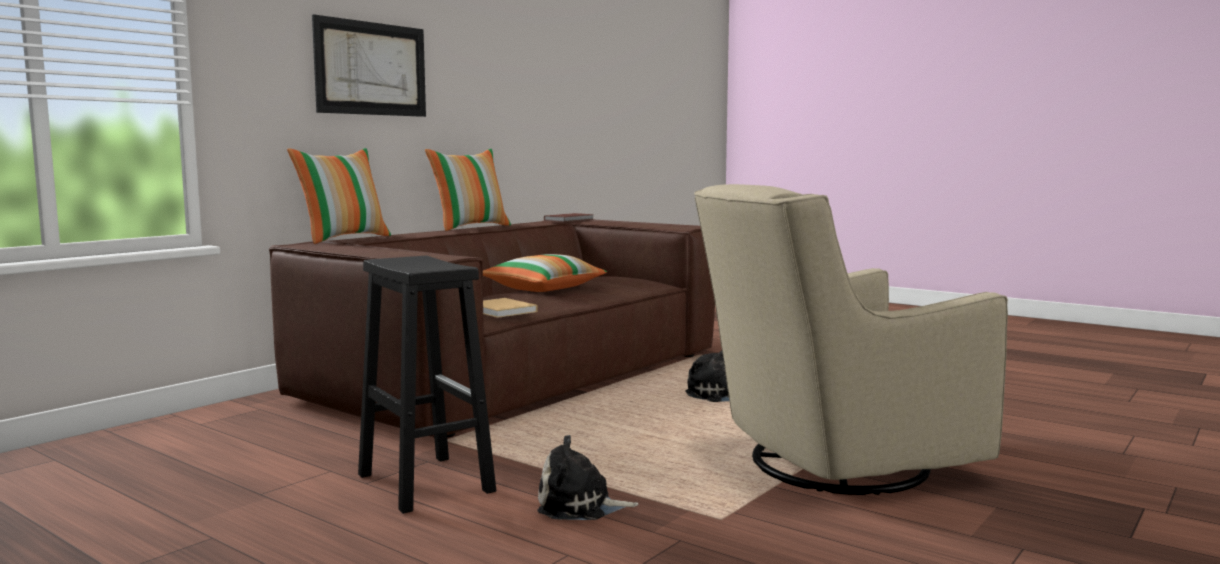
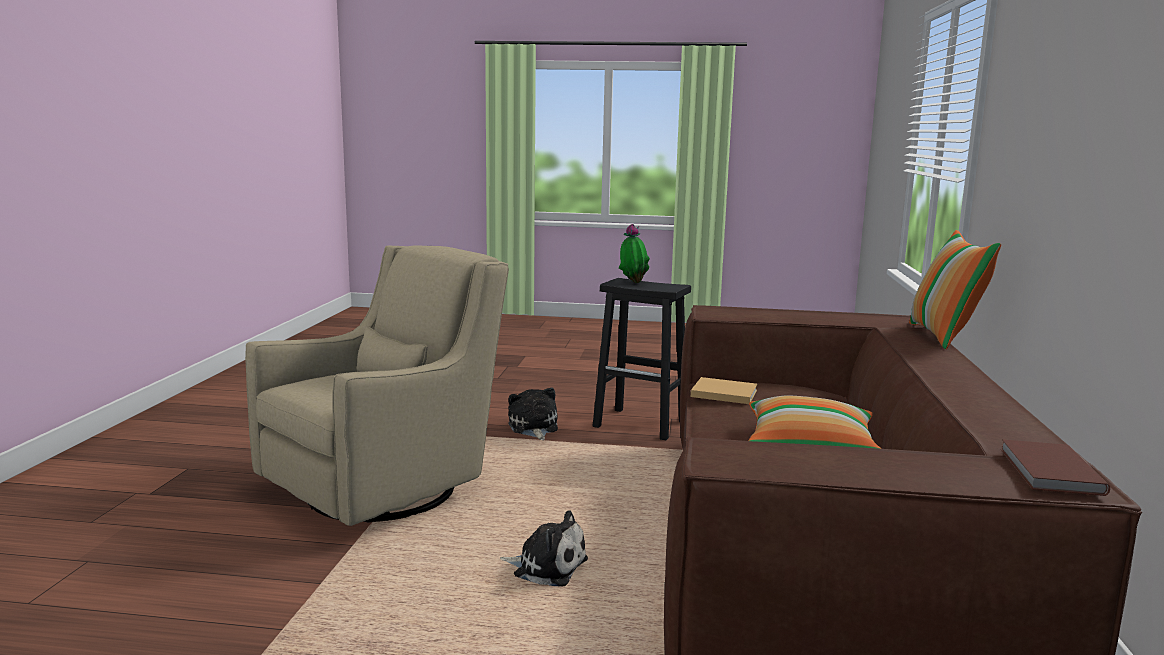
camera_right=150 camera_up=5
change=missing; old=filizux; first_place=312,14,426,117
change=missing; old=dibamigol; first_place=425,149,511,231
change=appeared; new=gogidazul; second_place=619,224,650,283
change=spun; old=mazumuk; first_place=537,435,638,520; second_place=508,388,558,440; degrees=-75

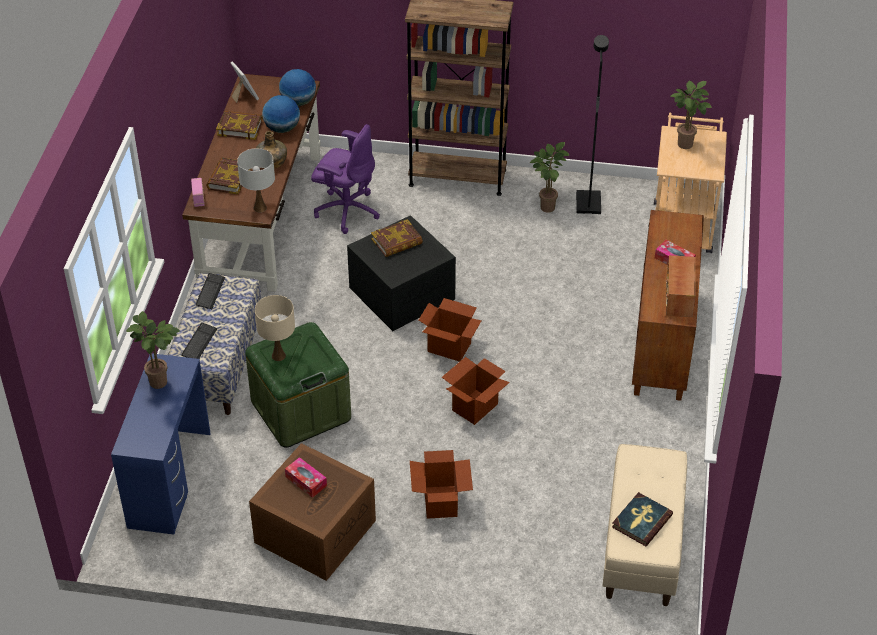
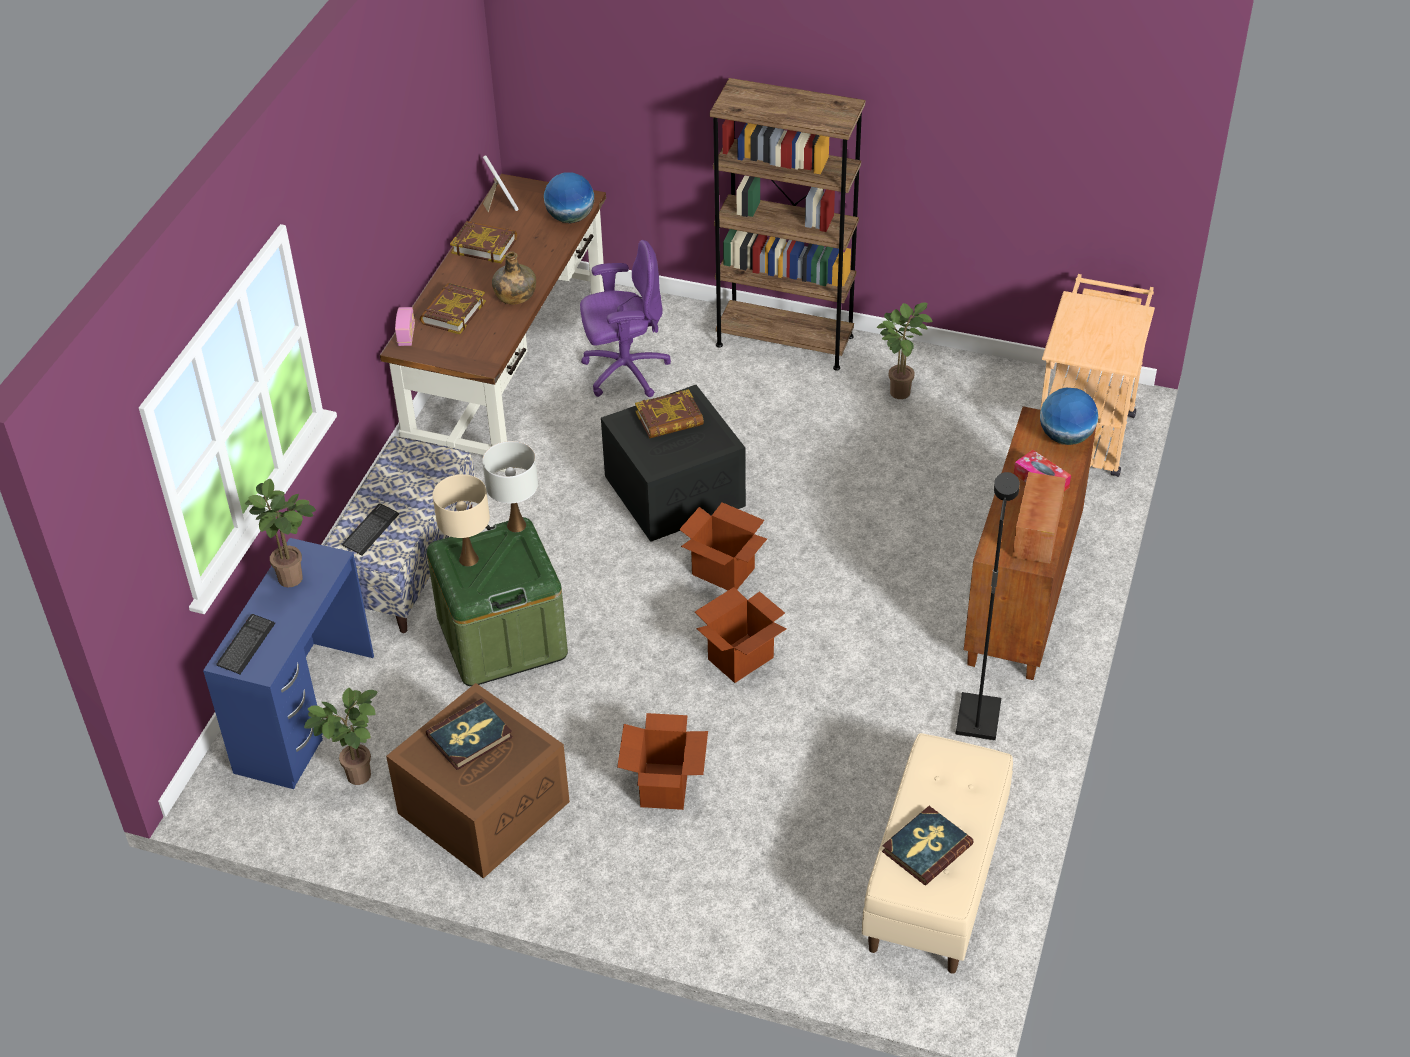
camera_right=10 camera_up=0
change=relocated; old=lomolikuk; first_place=196,273,225,309; second_place=216,614,275,674
change=relocated; old=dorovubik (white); first_place=237,148,275,213; second_place=482,441,538,532
change=relocated; old=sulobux; first_place=262,95,300,133; second_place=1040,388,1098,445
change=relocated; old=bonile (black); first_place=576,35,609,214; second_place=956,472,1020,740
change=relocated; old=gogidazul; first_place=671,81,712,149; second_place=304,688,377,785
change=exchanged; old=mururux; new=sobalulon; first_place=285,457,327,498; second_place=426,699,513,770
change=spun; old=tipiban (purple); first_place=311,124,380,234; second_place=580,240,671,397; degrees=-45

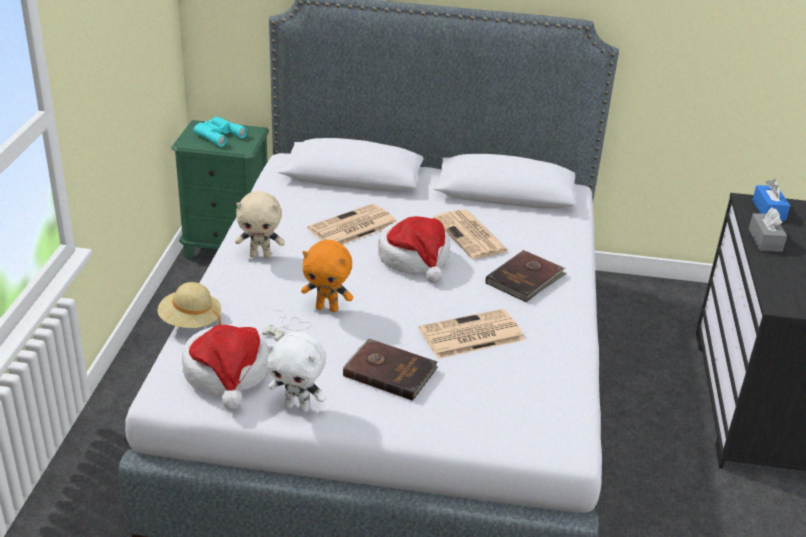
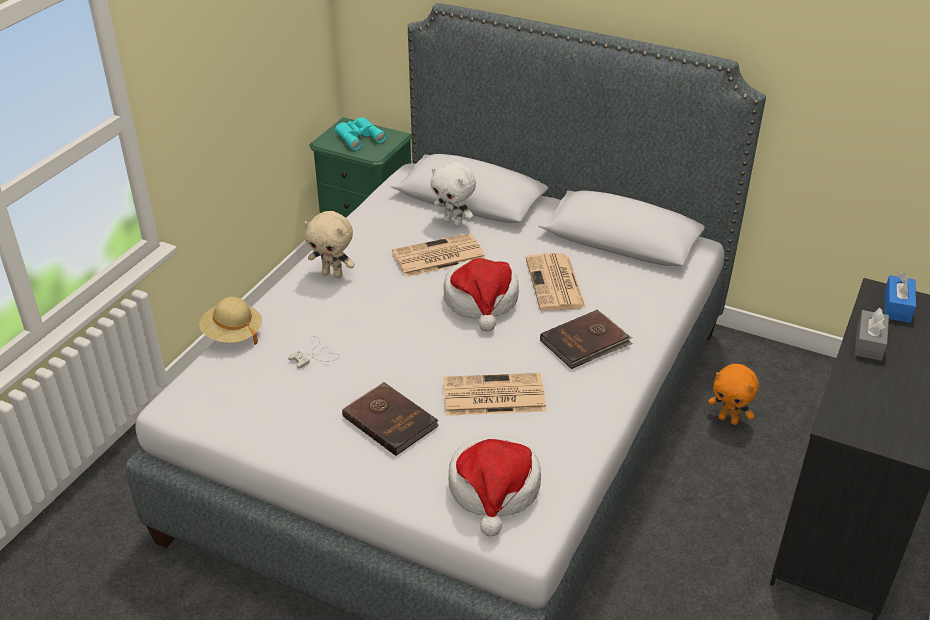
camera_right=20 camera_up=5
change=relocated; old=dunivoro; first_place=182,324,269,410; second_place=448,435,541,536
change=relocated; old=mazumuk (white); first_place=267,332,326,413; second_place=430,162,476,227
change=relocated; old=mazumuk (orange); first_place=301,240,353,312; second_place=708,364,759,425

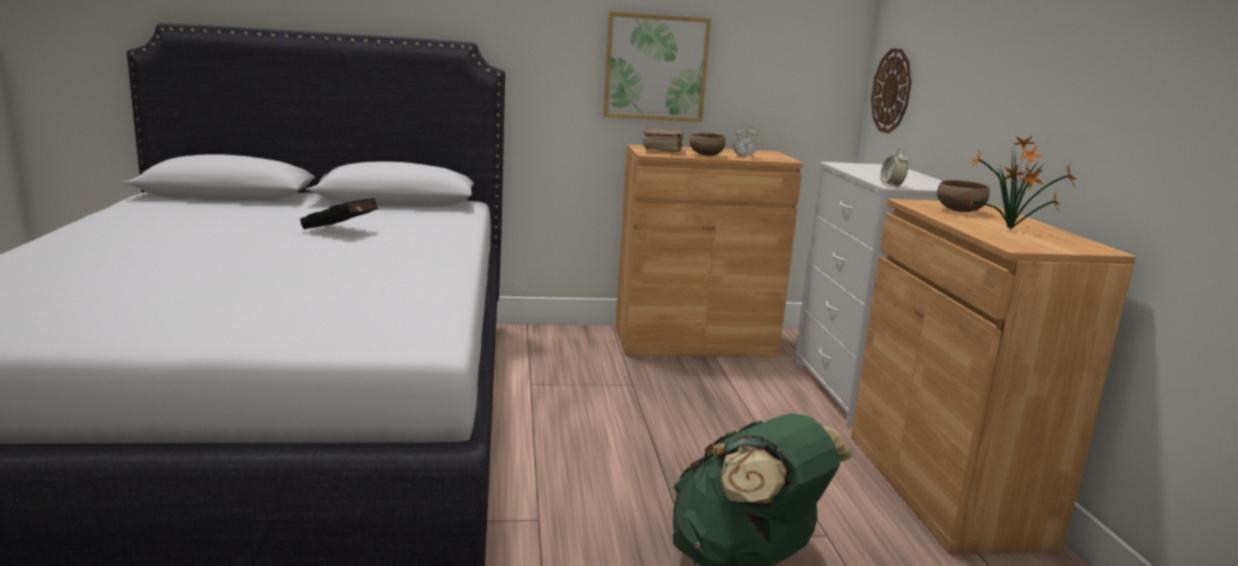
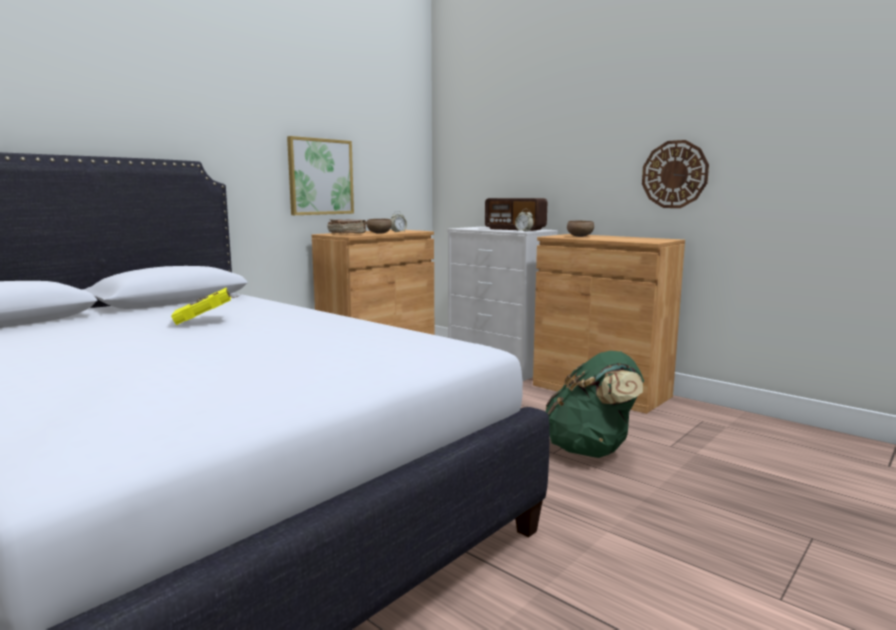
camera_right=-40 camera_up=-5
change=missing; old=gogidazul; first_place=969,136,1077,230
change=appeared; new=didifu; second_place=485,198,547,231
change=relocated; old=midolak; first_place=871,48,912,134; second_place=642,140,709,208
change=colour; old=sobalulon (black); new=sobalulon (yellow); first_place=300,198,379,229; second_place=171,287,240,325

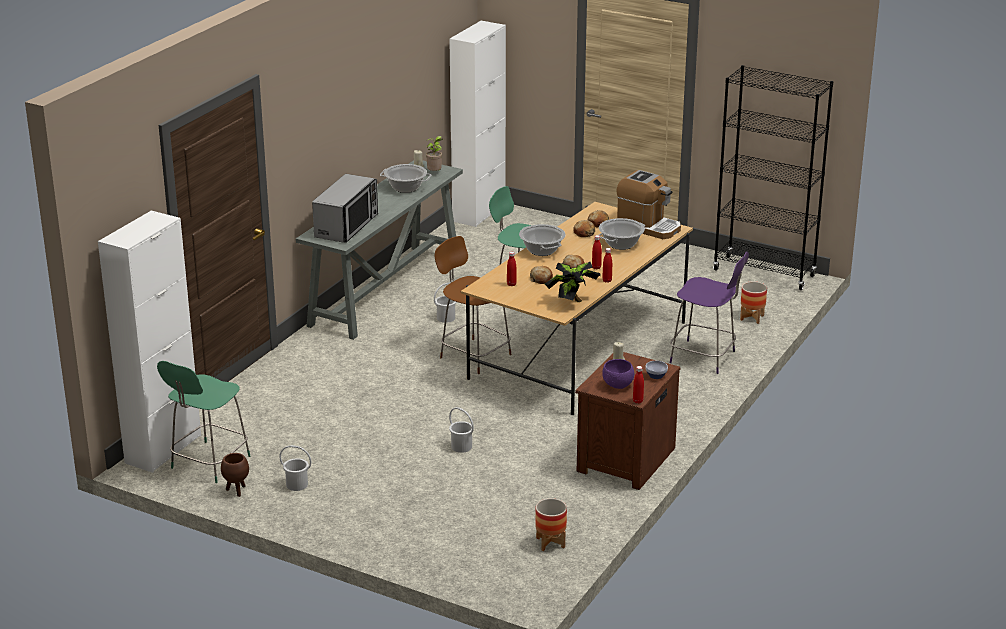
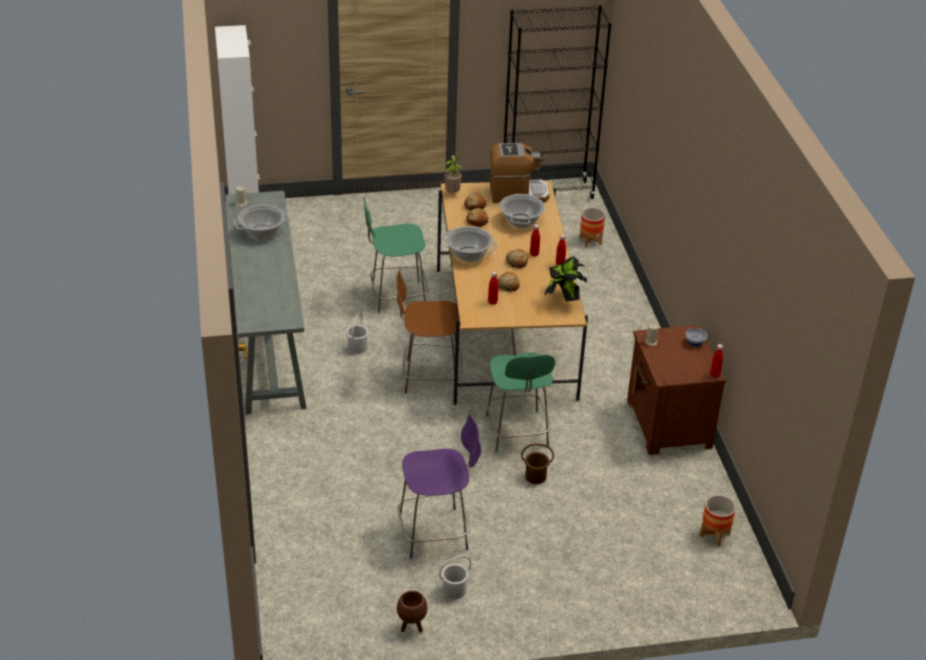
camera_right=-40 camera_up=10
change=missing; old=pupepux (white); first_place=98,211,201,473
change=missing; old=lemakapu; first_place=312,174,378,243
change=missing; old=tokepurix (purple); first_place=602,359,634,389
change=relocated; old=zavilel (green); first_place=157,361,250,483; second_place=485,353,555,452
change=relocated; old=gogidazul; first_place=426,136,443,171; second_place=445,155,462,193
change=relocated; old=zavilel (purple); first_place=670,252,749,374; second_place=397,414,481,558
change=colour; old=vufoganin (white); new=vufoganin (brown); first_place=449,407,474,453; second_place=521,443,554,484

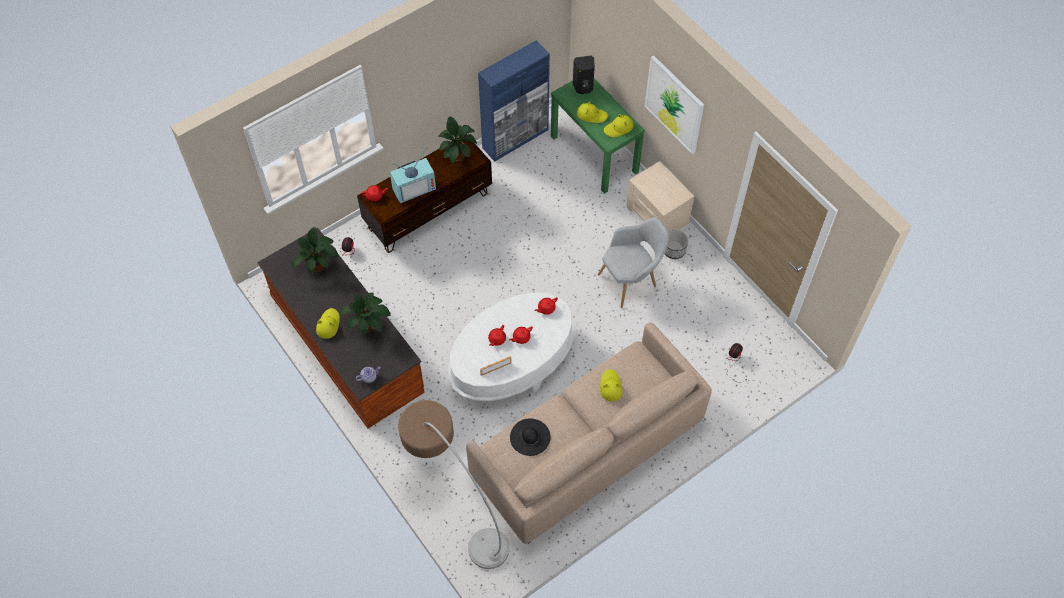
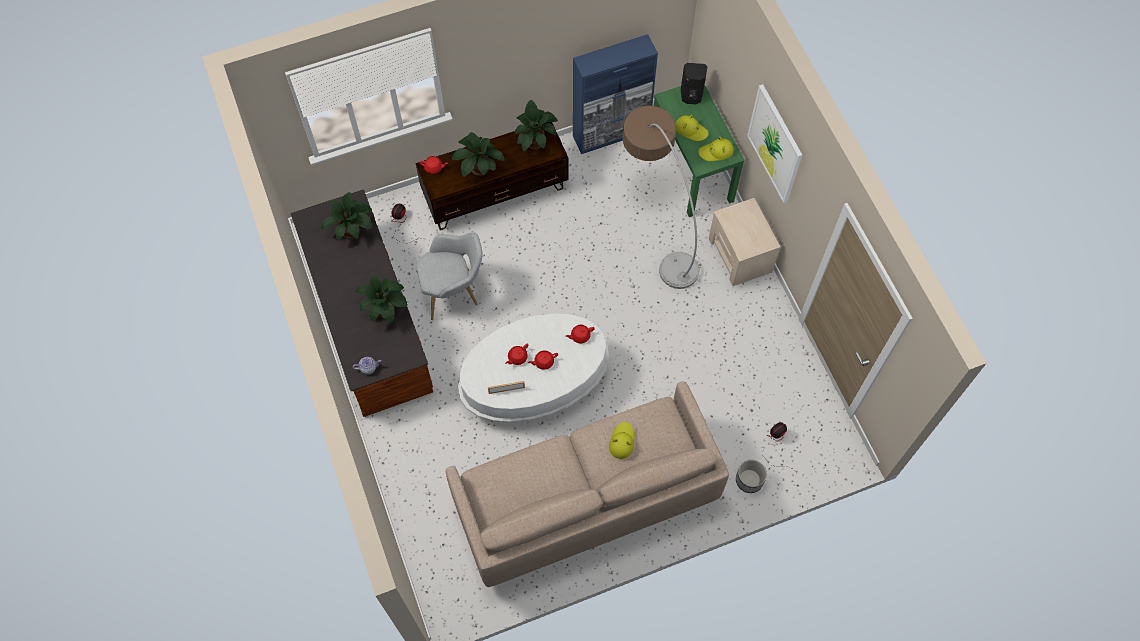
camera_right=15 camera_up=5
change=missing; old=dunivoro (yellow); first_place=316,308,340,339
change=missing; old=dunivoro (black); first_place=510,418,551,456
change=relocated; old=bonile; first_place=398,400,510,569; second_place=623,106,700,289
change=relocated; old=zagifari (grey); first_place=598,217,669,308; second_place=416,232,483,320
change=relocated; old=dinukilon; first_place=665,230,688,259; second_place=736,460,767,493
change=exchanged; old=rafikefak; new=gogidazul; first_place=390,147,436,203; second_place=452,132,505,177

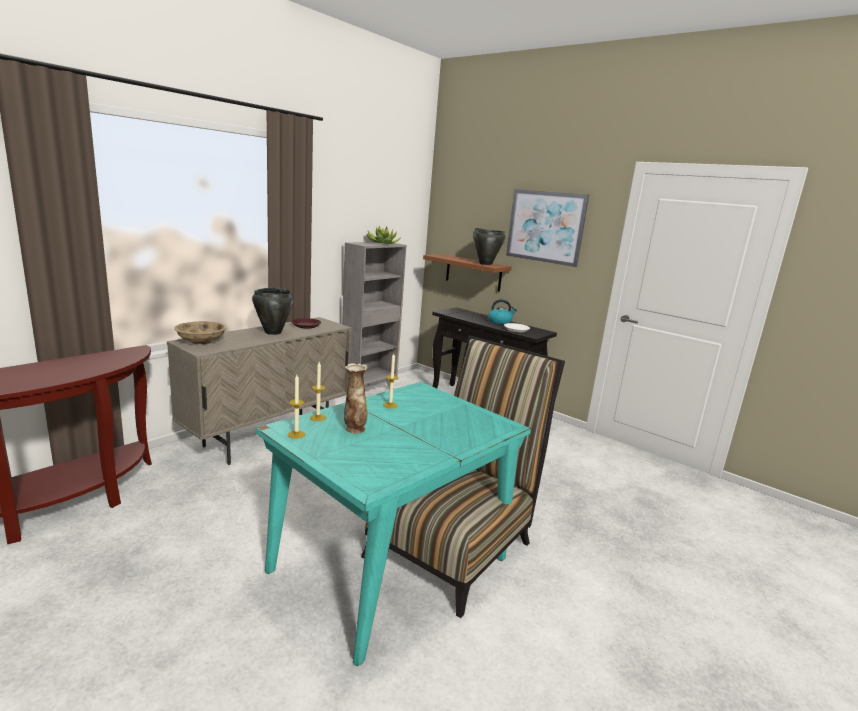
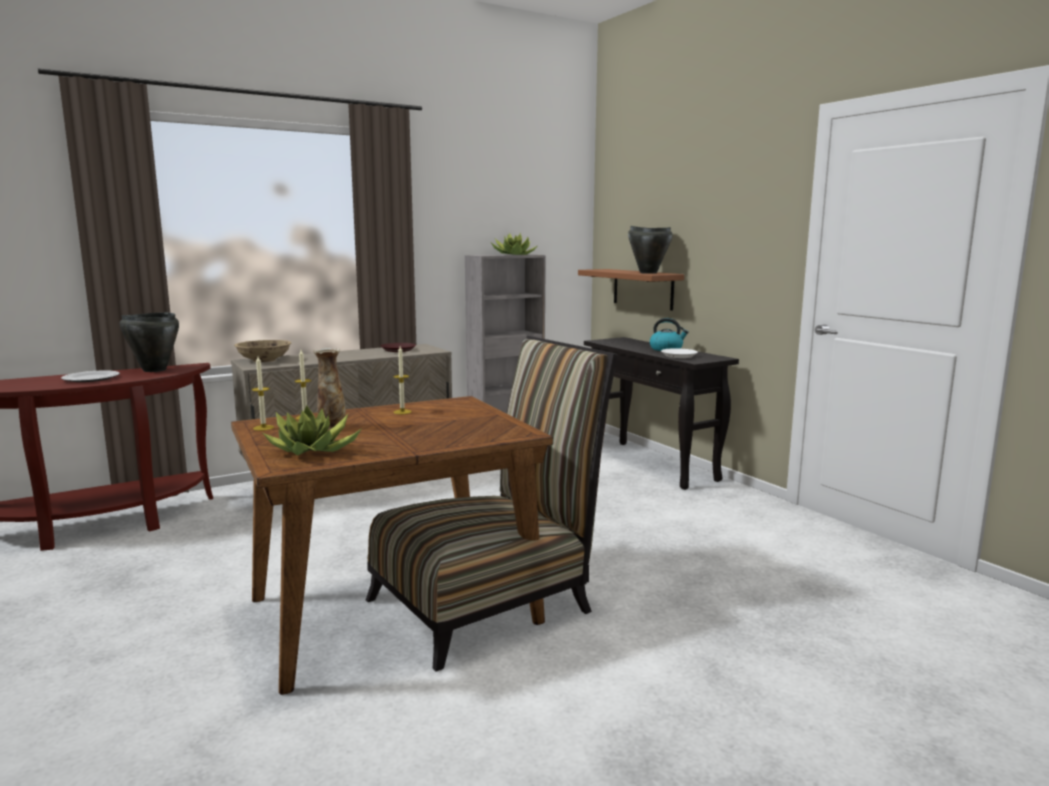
camera_right=20 camera_up=-5
change=missing; old=filizux; first_place=506,189,589,267
change=appeared; new=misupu; second_place=61,370,120,382
change=appeared; new=gogidazul; second_place=263,405,361,456
change=relocated; old=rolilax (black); first_place=252,288,293,335; second_place=120,312,179,372
change=colour; old=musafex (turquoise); new=musafex (brown); first_place=256,382,531,666; second_place=231,396,553,695

